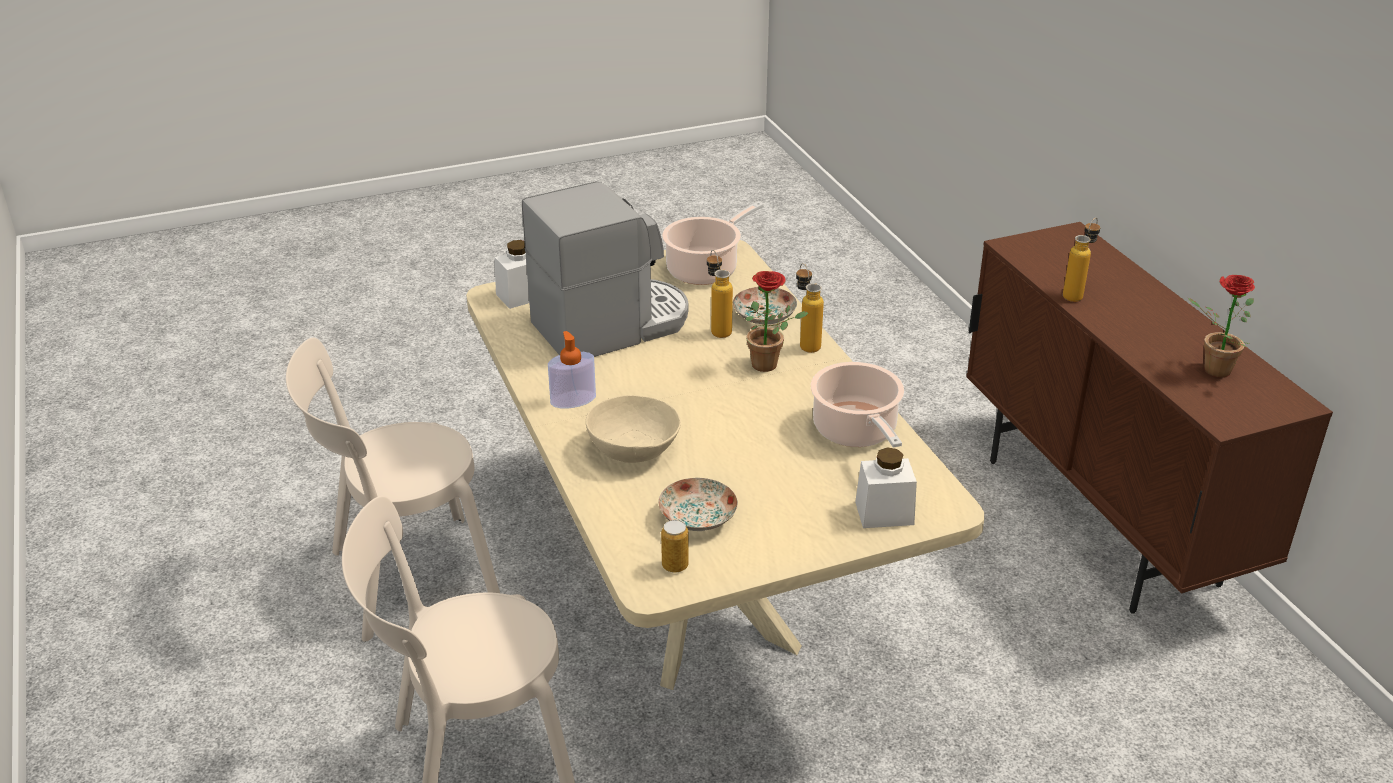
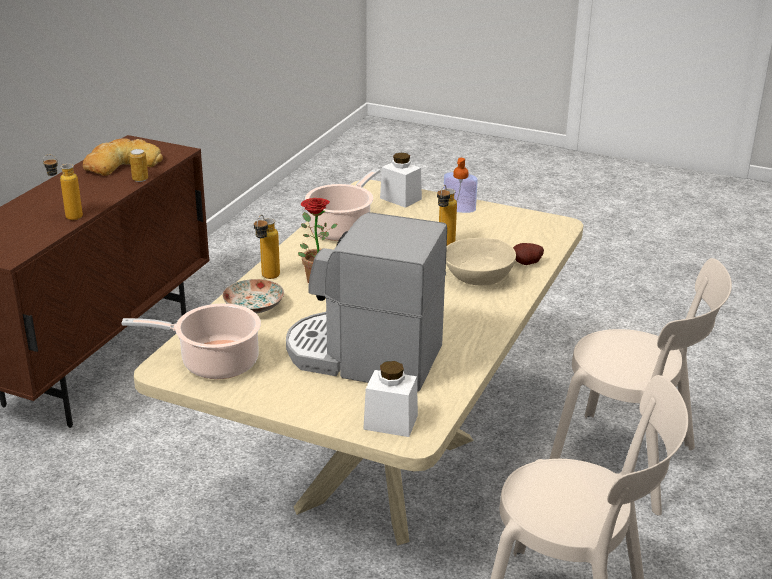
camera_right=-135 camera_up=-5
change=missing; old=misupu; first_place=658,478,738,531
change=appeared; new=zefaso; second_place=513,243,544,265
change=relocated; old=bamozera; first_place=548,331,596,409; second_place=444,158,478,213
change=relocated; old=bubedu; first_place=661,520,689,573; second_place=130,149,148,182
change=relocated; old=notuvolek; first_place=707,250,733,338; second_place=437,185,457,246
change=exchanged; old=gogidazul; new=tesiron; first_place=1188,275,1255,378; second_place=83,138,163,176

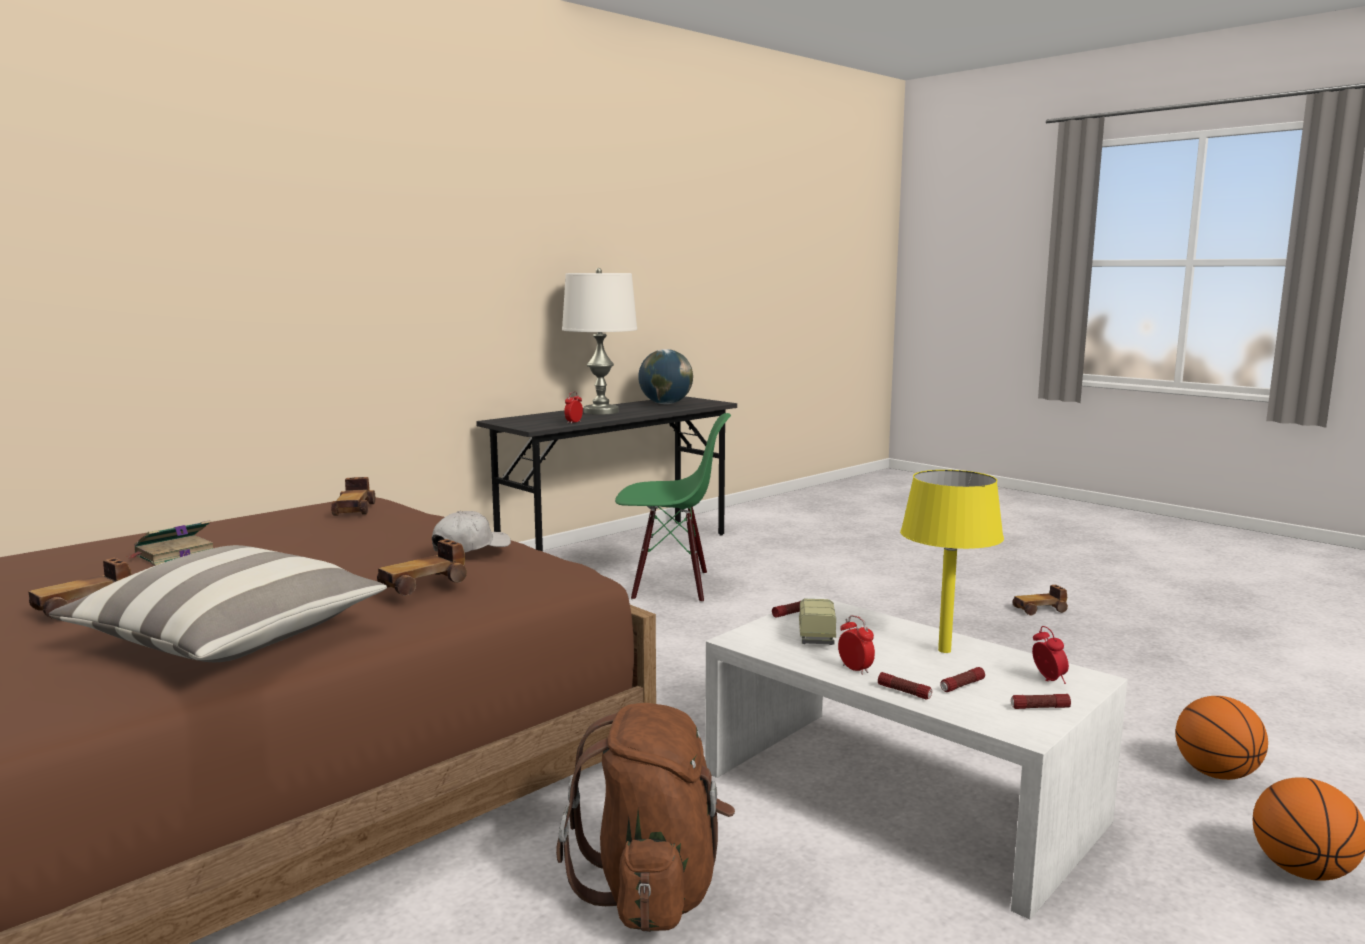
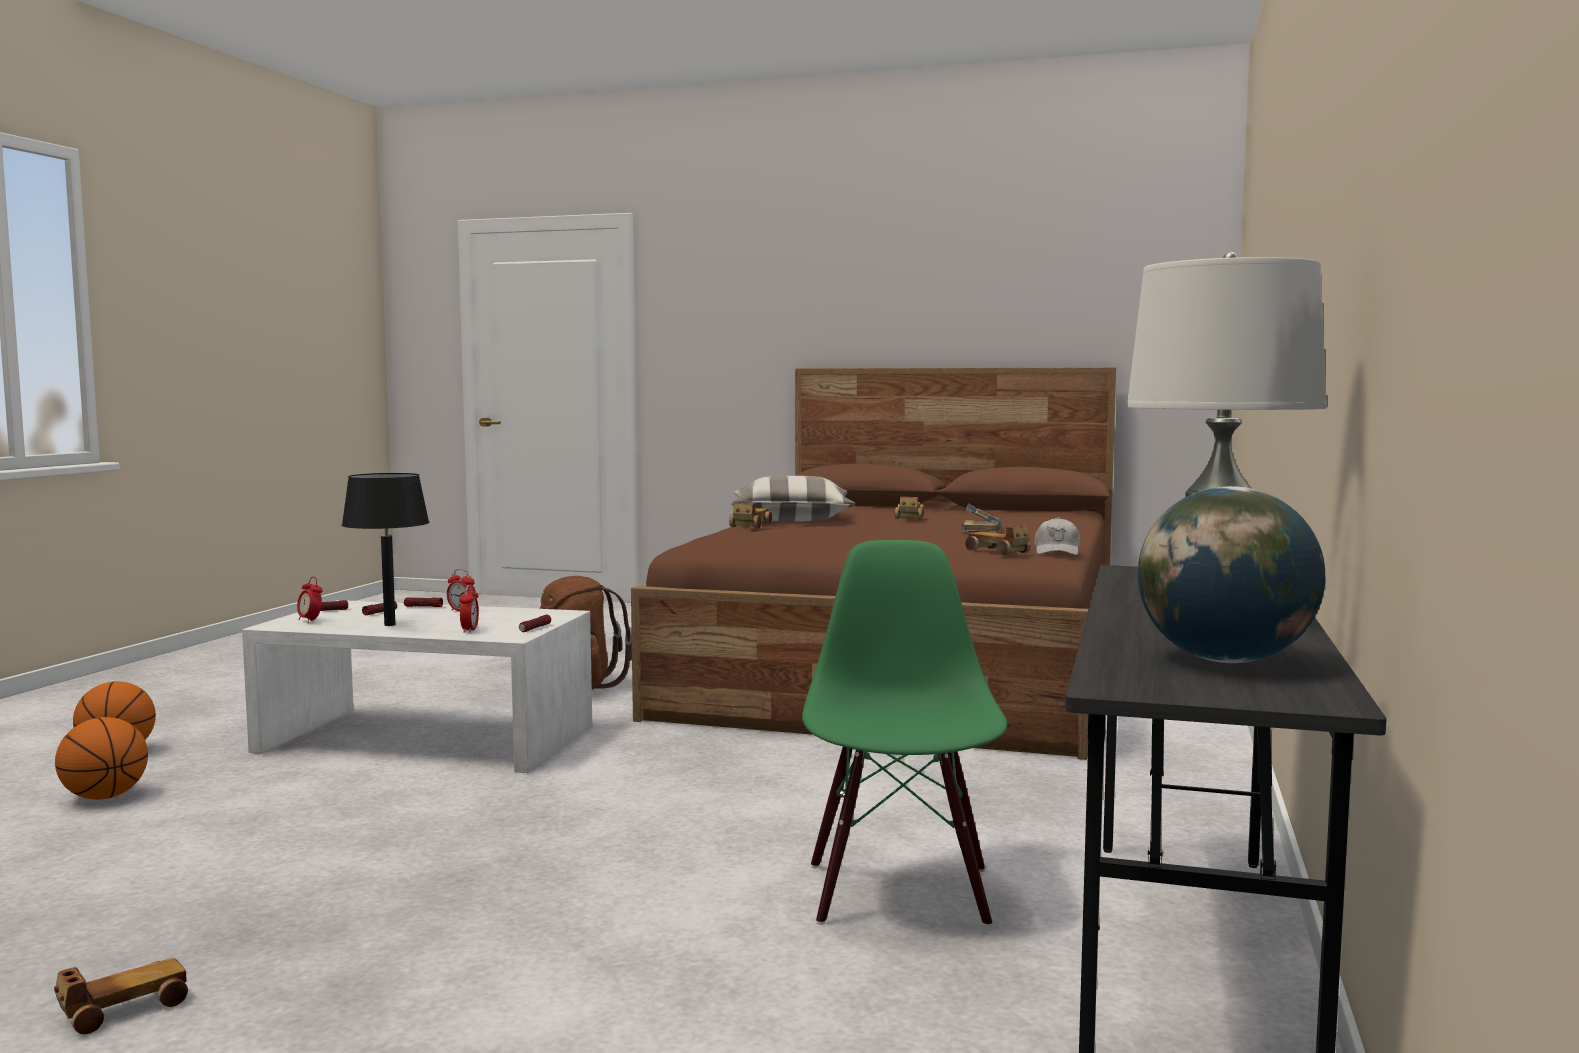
camera_right=150 camera_up=-5
change=missing; old=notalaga; first_place=799,599,836,645
change=relocated; old=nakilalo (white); first_place=432,511,511,553; second_place=1034,517,1080,555
change=relocated; old=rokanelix; first_place=564,392,583,424; second_place=459,585,479,633
change=colour; old=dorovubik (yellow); new=dorovubik (black); first_place=900,470,1004,653; second_place=342,473,429,626
change=spun; old=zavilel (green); first_place=615,413,731,603; second_place=802,540,1007,927; degrees=120

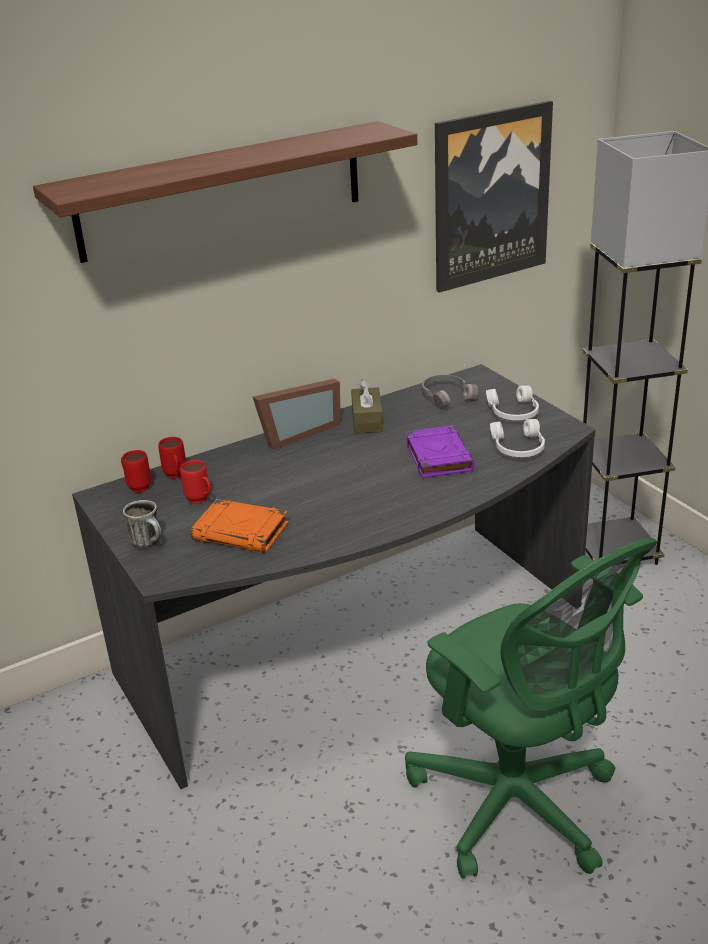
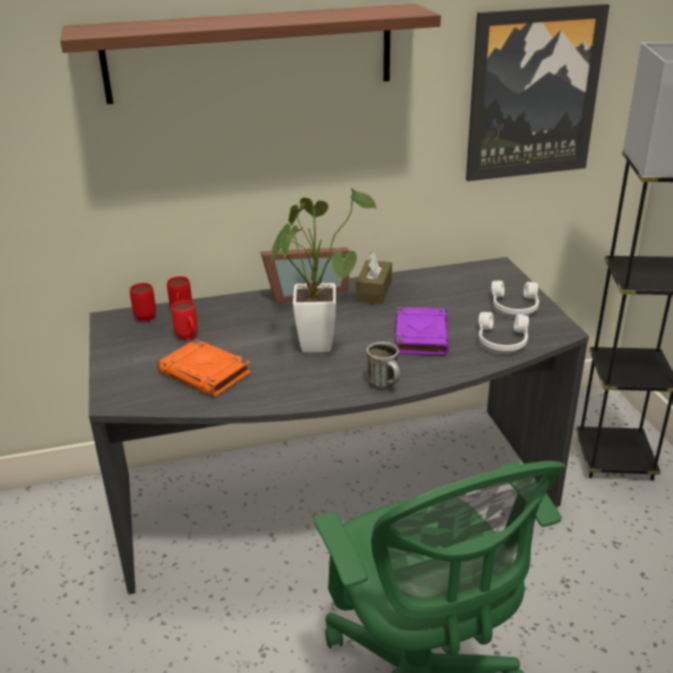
camera_right=15 camera_up=0
change=missing; old=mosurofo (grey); first_place=422,375,478,409
change=appeared; new=gogidazul; second_place=271,187,377,353
change=relocated; old=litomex; first_place=123,500,162,549; second_place=367,342,400,389

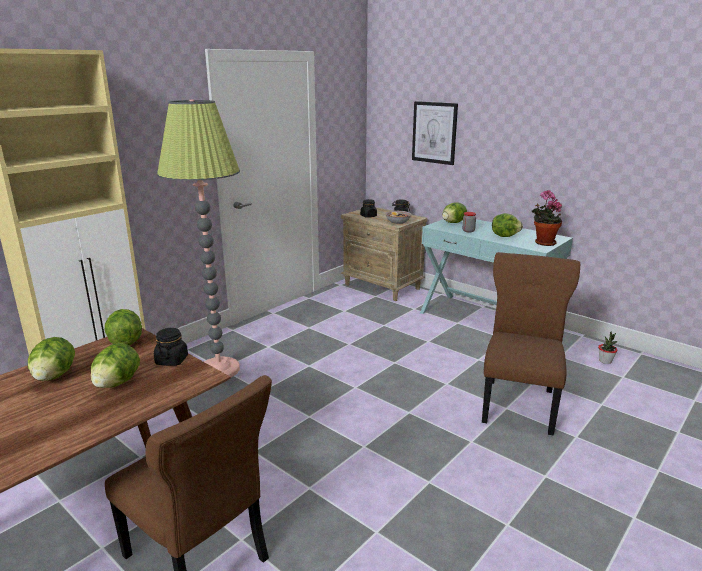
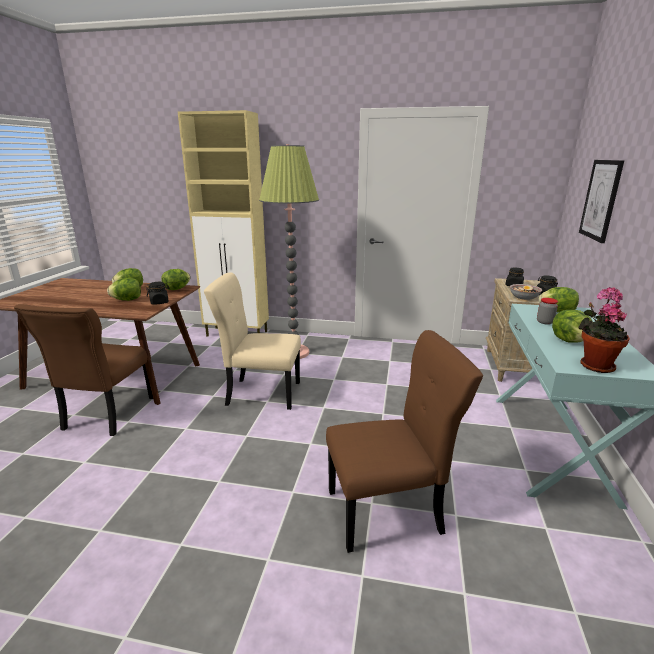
camera_right=60 camera_up=0
change=missing; old=gogidazul; first_place=598,331,618,364
change=appeared; new=zavilel (beige); second_place=204,272,301,410

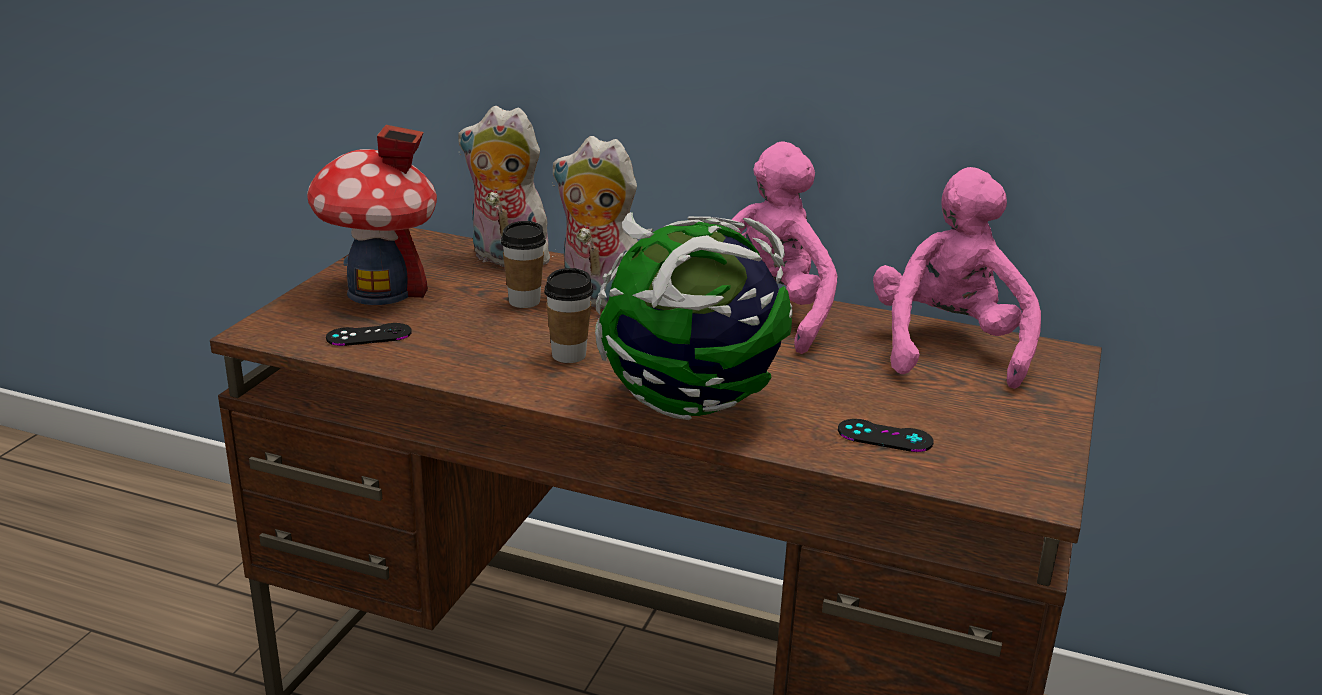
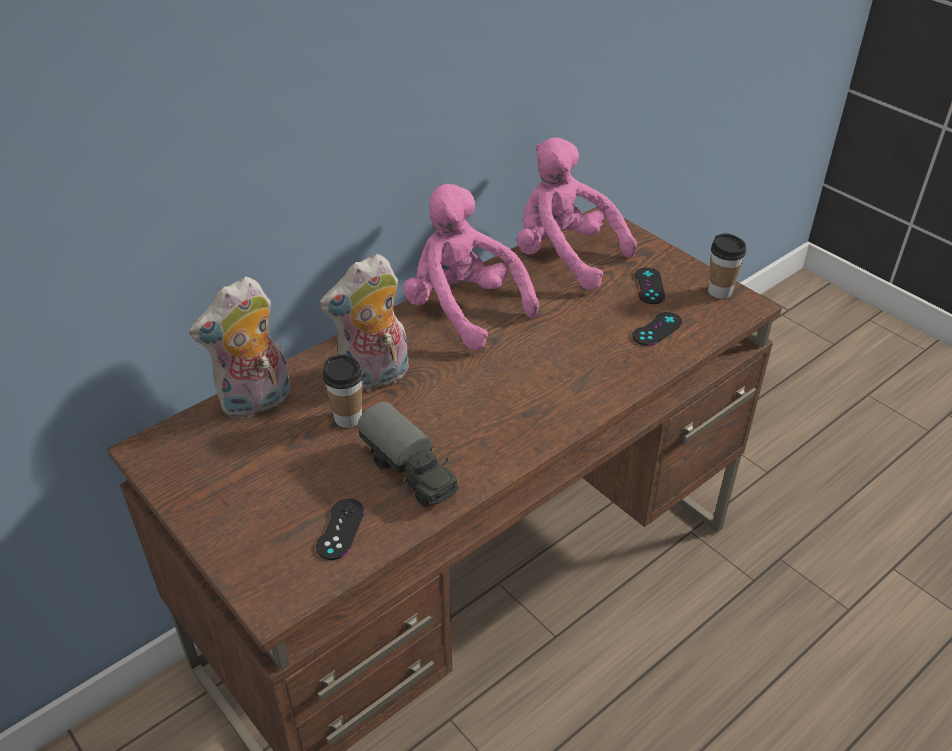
camera_right=-60 camera_up=15
change=missing; old=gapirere; first_place=307,125,437,305
change=missing; old=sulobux; first_place=595,212,793,420
change=appeared; new=notalaga; second_place=358,402,459,507
change=appeared; new=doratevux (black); second_place=635,268,665,304
change=relocated; old=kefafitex; first_place=544,268,593,363; second_place=708,233,746,299

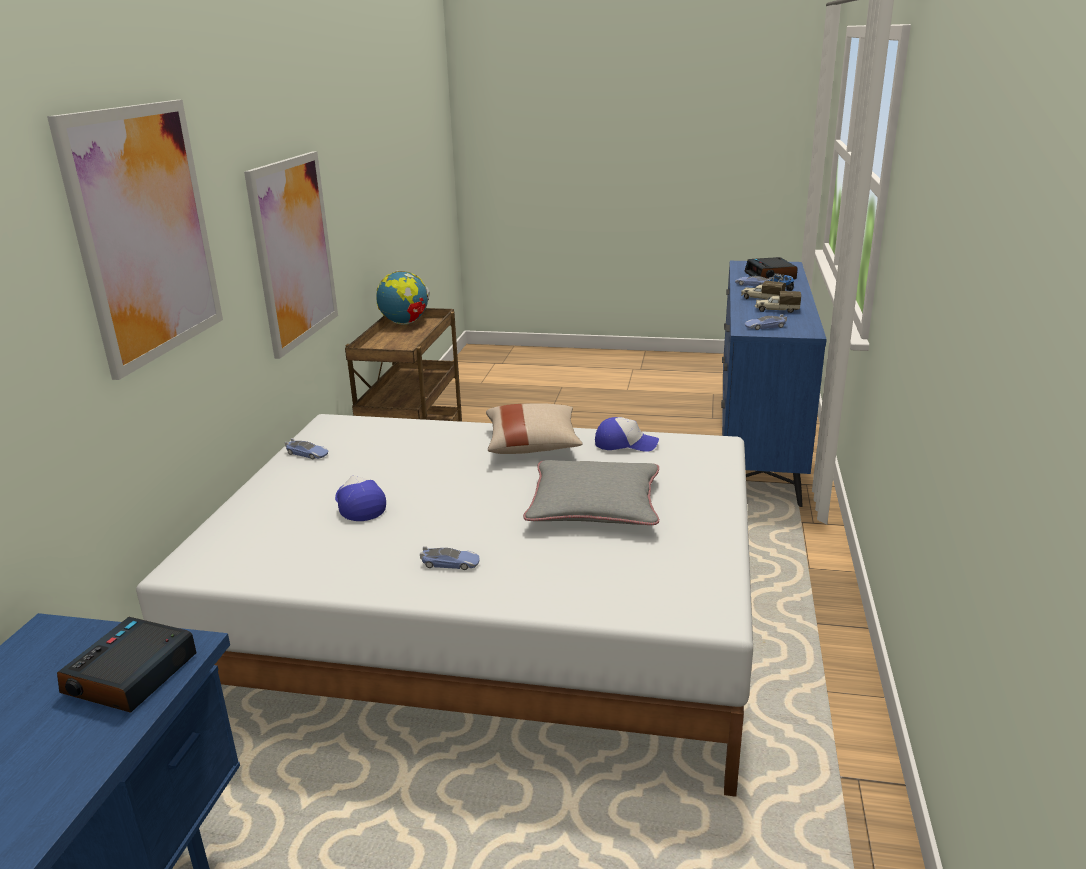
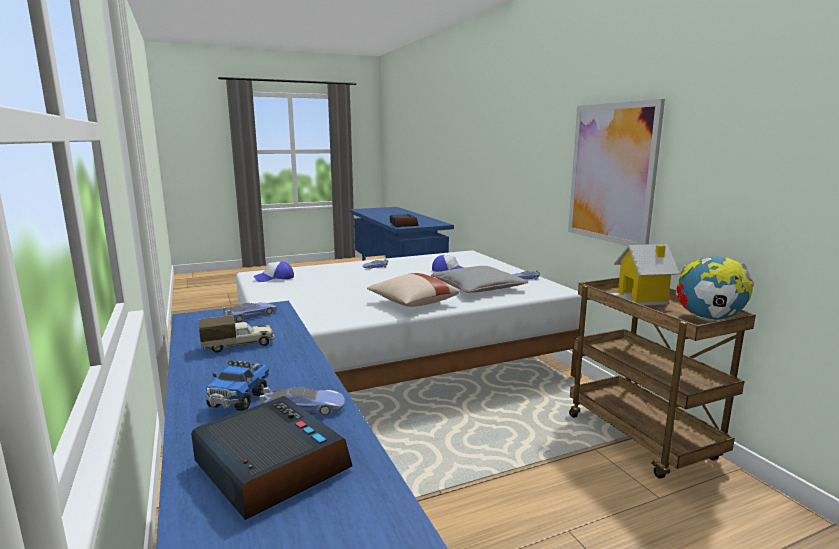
camera_right=145 camera_up=-10
change=missing; old=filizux; first_place=47,100,223,380
change=missing; old=notalaga; first_place=741,281,786,299
change=appeared; new=gapirere; second_place=611,244,679,306
change=relocated; old=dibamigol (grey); first_place=523,460,659,525; second_place=431,266,528,293
change=relocated; old=nakilalo; first_place=595,417,659,452; second_place=254,261,294,282

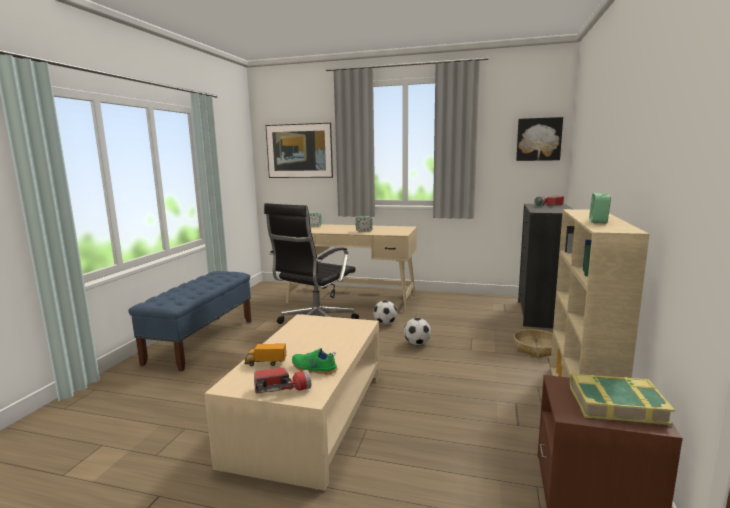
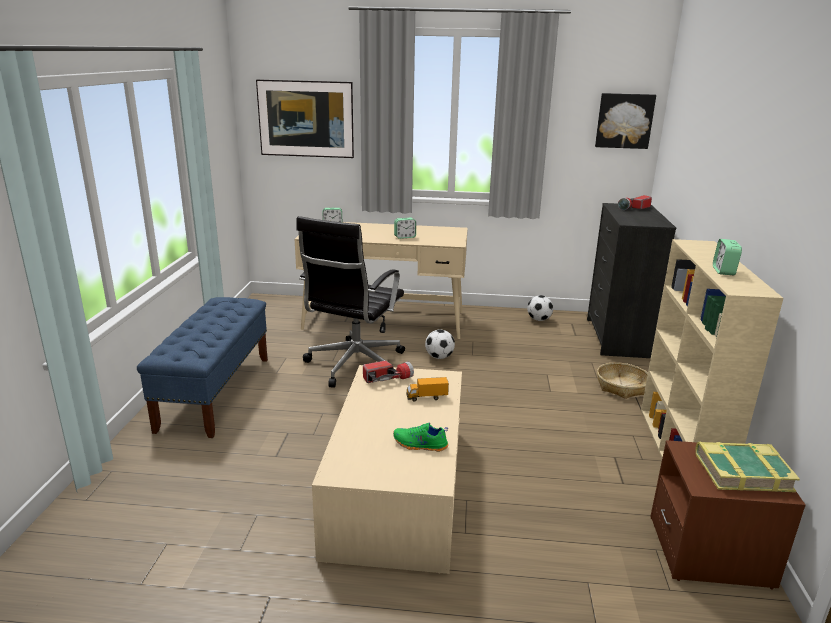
camera_right=-10 camera_up=10
change=relocated; old=notalaga; first_place=245,344,286,366; second_place=406,377,449,402
change=relocated; old=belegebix; first_place=254,367,311,394; second_place=363,361,414,383
change=relocated; old=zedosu; first_place=404,318,431,345; second_place=527,295,553,321

